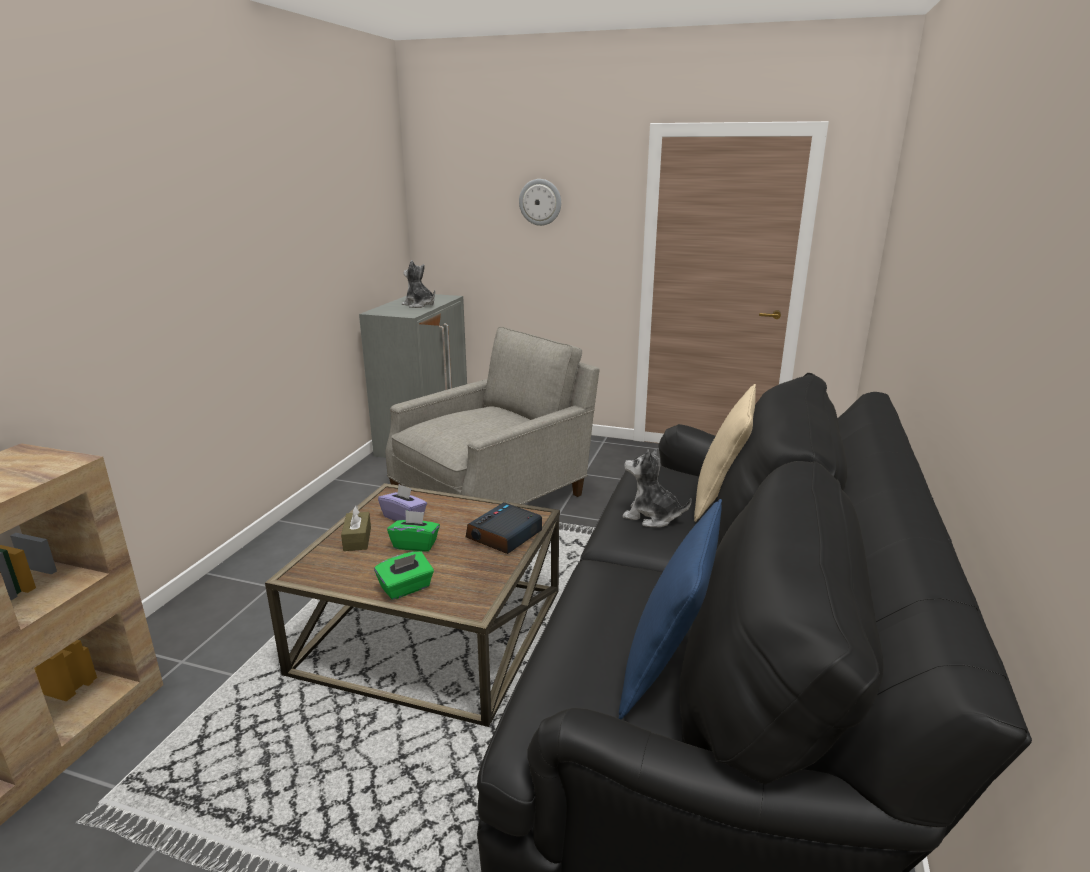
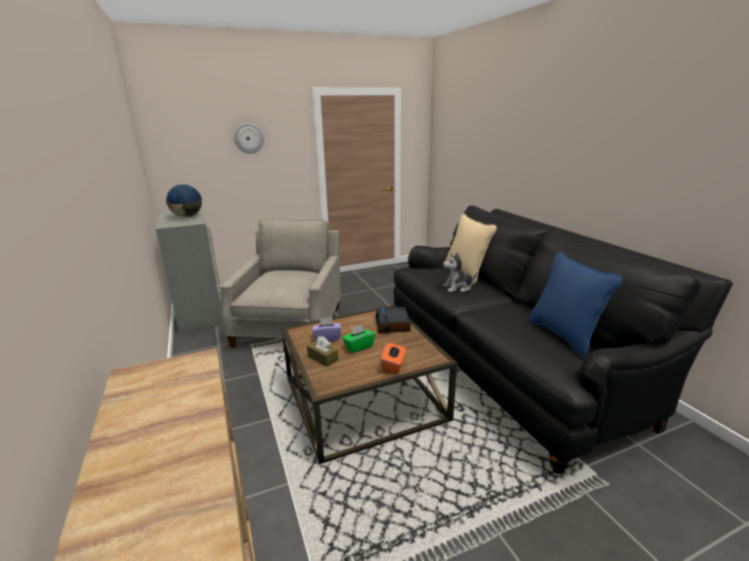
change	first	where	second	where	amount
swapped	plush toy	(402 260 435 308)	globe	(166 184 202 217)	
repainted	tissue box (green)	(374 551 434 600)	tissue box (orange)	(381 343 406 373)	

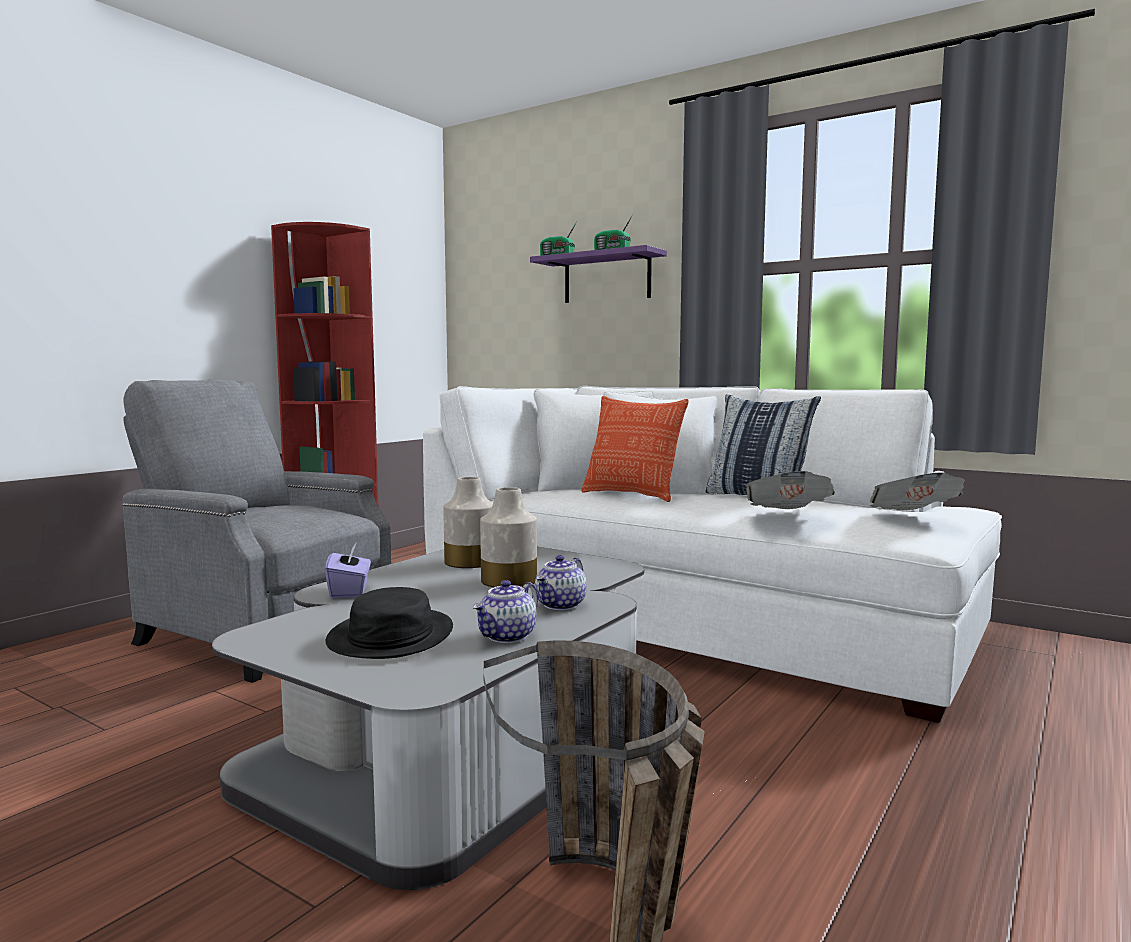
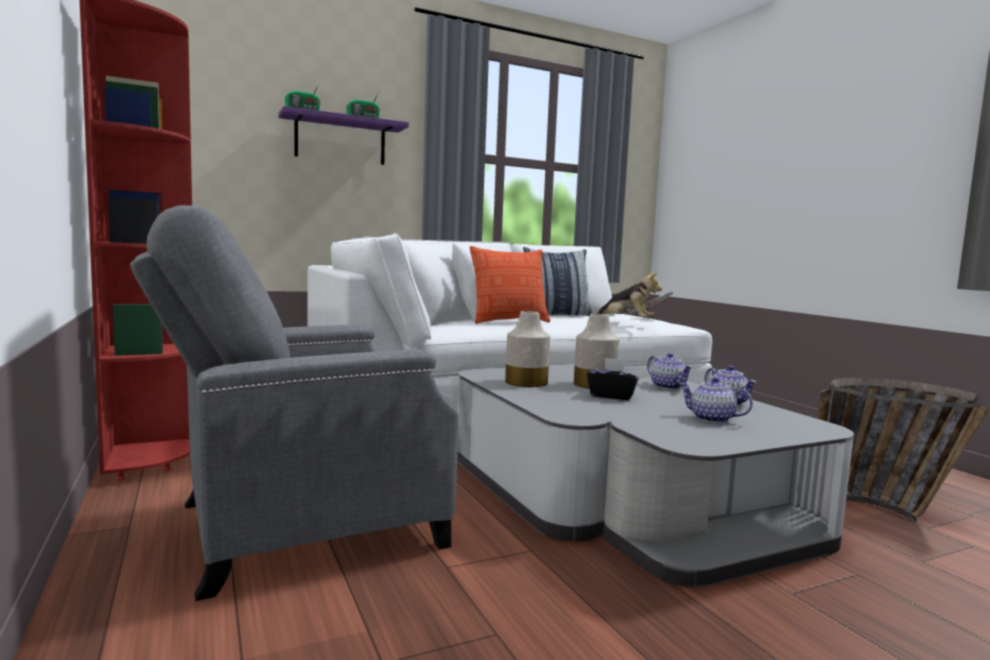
change	first	where	second	where	amount
swapped	newspaper	(745 471 835 509)	plush toy	(596 271 662 317)	
gone	tissue box (purple)	(325 542 371 598)			
swapped	hat (black)	(325 587 453 659)	teapot	(679 377 753 423)	
new			tissue box (black)	(587 358 639 400)	

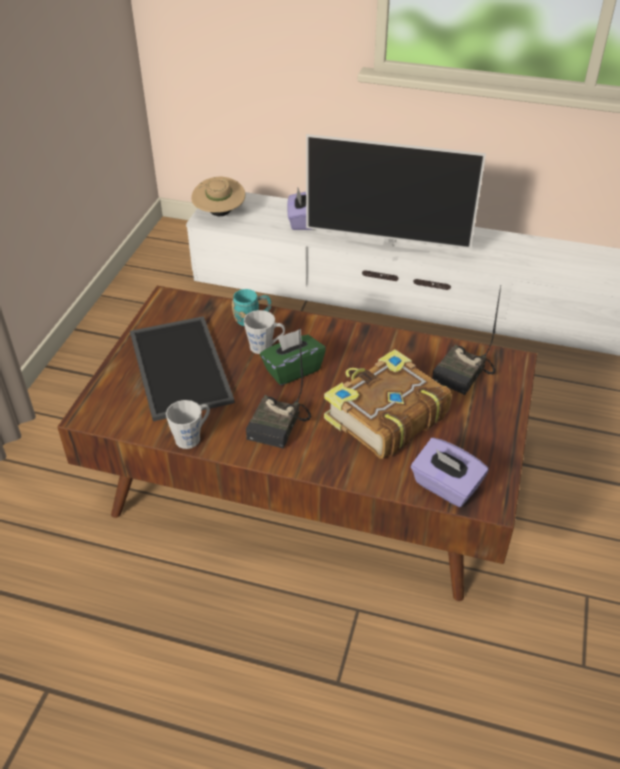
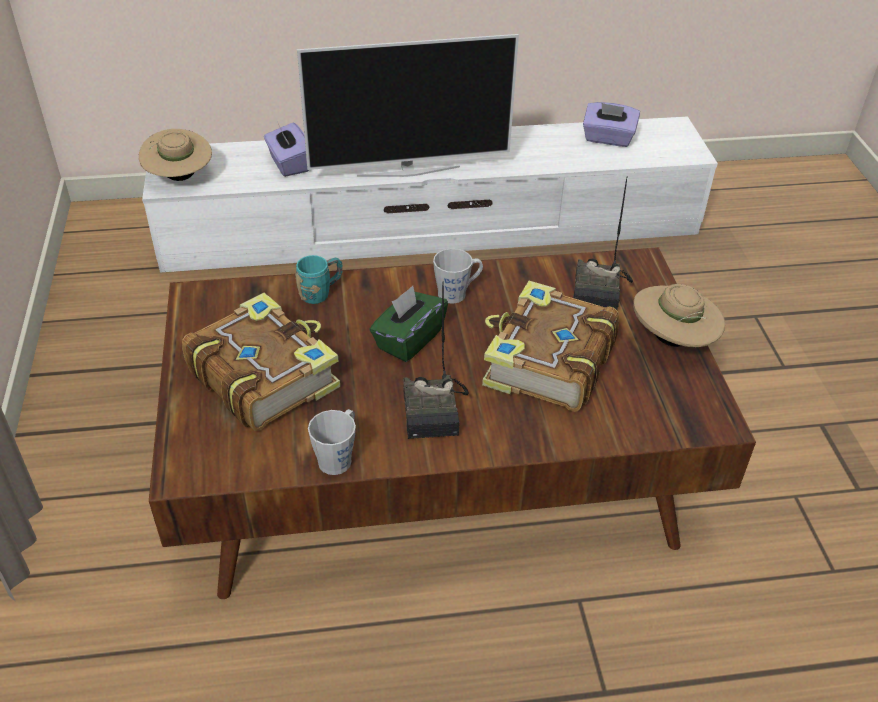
change	first	where	second	where	amount
shifted	mug (grey)	(244 310 285 354)		(433 248 483 304)	
swapped	tray	(130 316 235 421)	book	(182 293 340 431)	
shifted	tissue box (purple)	(411 438 488 507)		(583 102 640 147)	
new			hat (beige)	(633 284 725 347)	

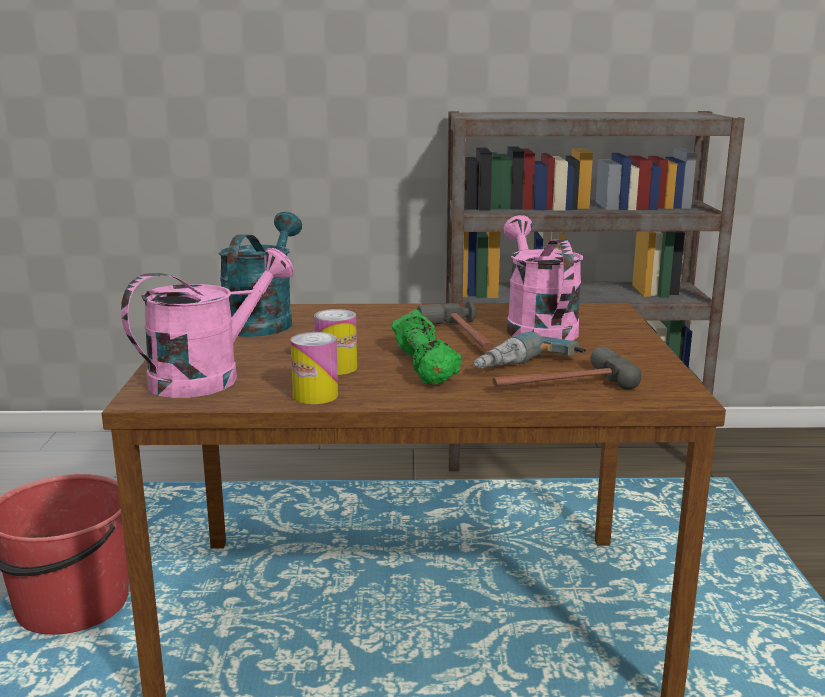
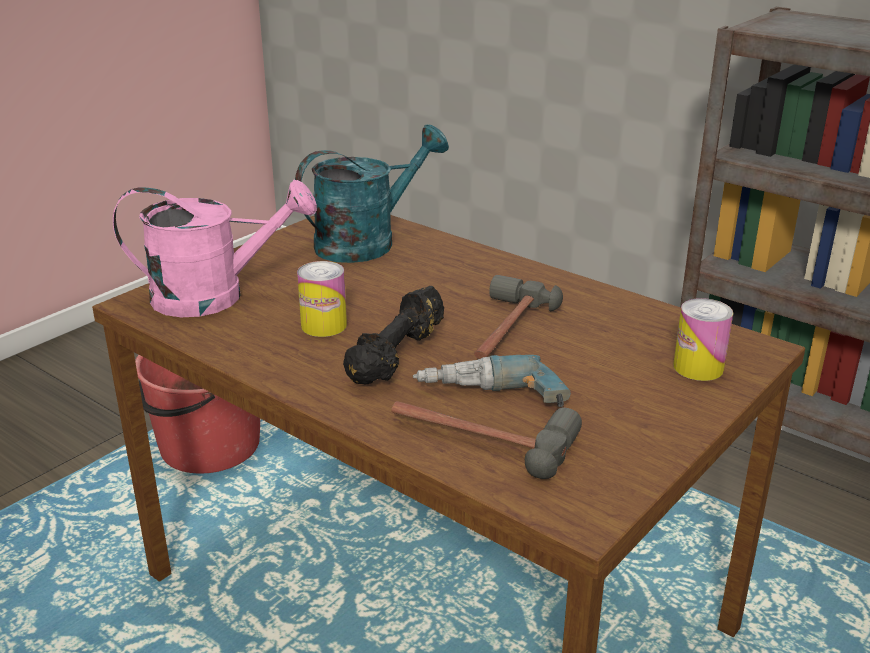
change	first	where	second	where	amount
gone	watering can (pink)	(503 215 583 341)			
repainted	dumbbell (green)	(392 310 462 385)	dumbbell (black)	(343 286 444 385)	
shifted	can	(290 332 338 404)		(673 298 733 381)	

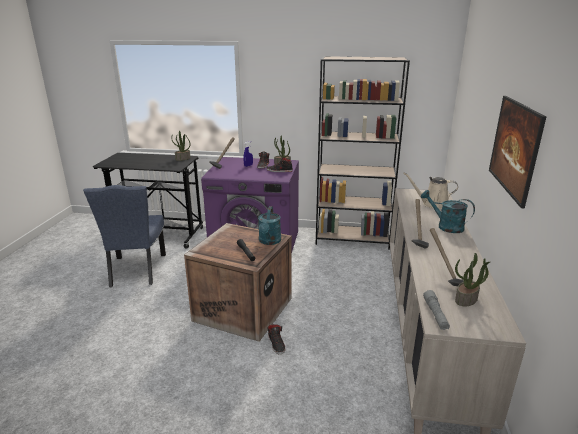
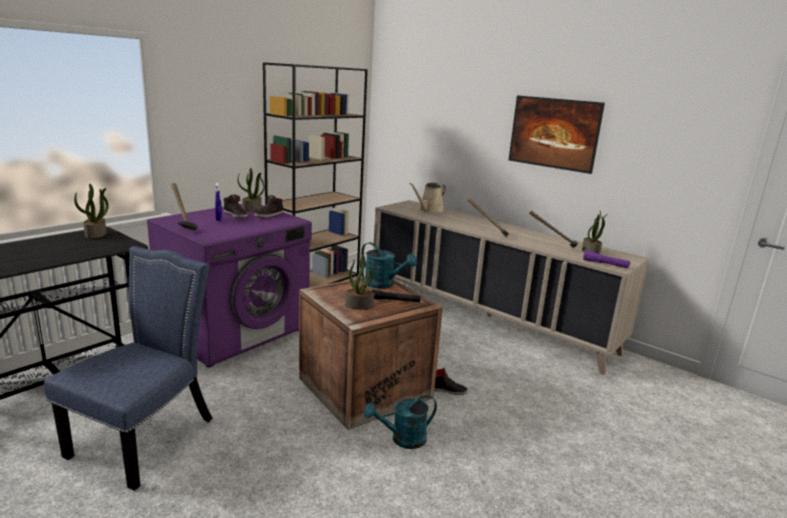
change	first	where	second	where	amount
rotated	chair (blue)	(83 185 166 287)		(44 246 213 491)	90 degrees counterclockwise
shifted	watering can (turquoise)	(421 190 475 233)		(364 395 437 449)	
repainted	flashlight (grey)	(423 290 450 330)	flashlight (purple)	(583 251 630 268)	
new			potted plant	(345 255 374 310)	

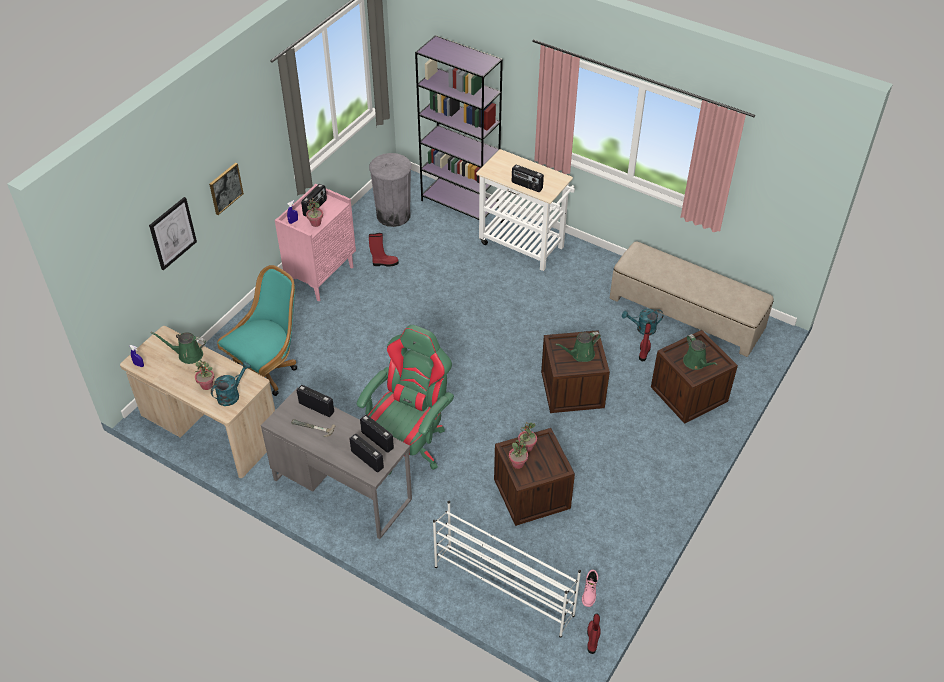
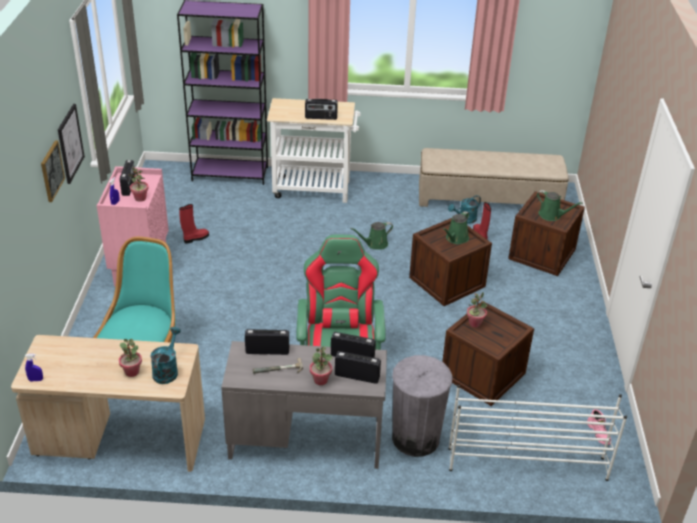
change	first	where	second	where	amount
shifted	trash can (grey)	(369 153 411 227)		(392 355 453 457)	
shifted	picture	(149 197 197 270)		(58 104 85 184)	
shifted	watering can (green)	(151 332 206 364)		(351 222 393 250)	
shifted	potted plant	(509 440 528 469)		(310 346 333 385)	
gone	boot (red)	(587 613 601 654)			

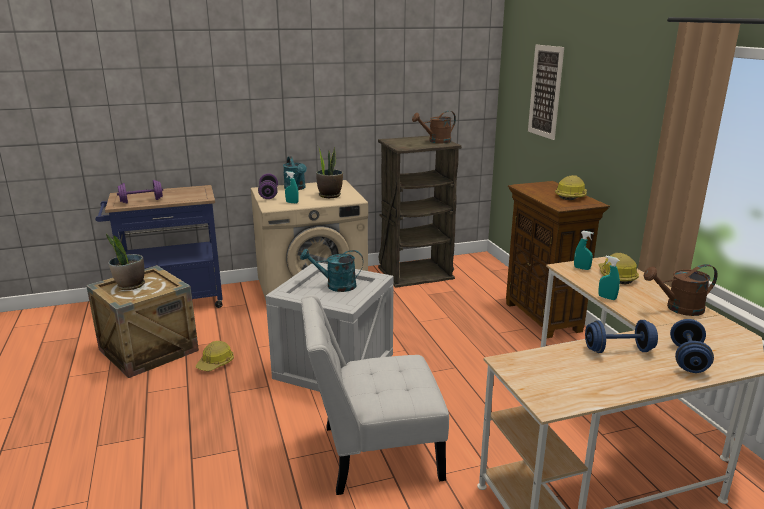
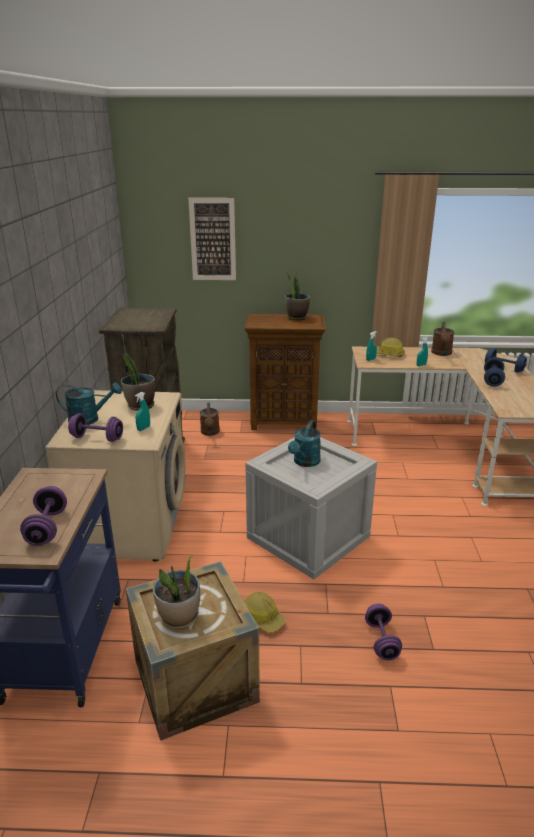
change	first	where	second	where	amount
shifted	watering can (brown)	(412 111 456 143)		(200 403 220 436)	
swapped	hard hat	(555 175 587 200)	potted plant	(285 272 310 320)	
gone	chair (white)	(301 295 449 495)			
new			dumbbell (purple)	(365 604 402 660)	

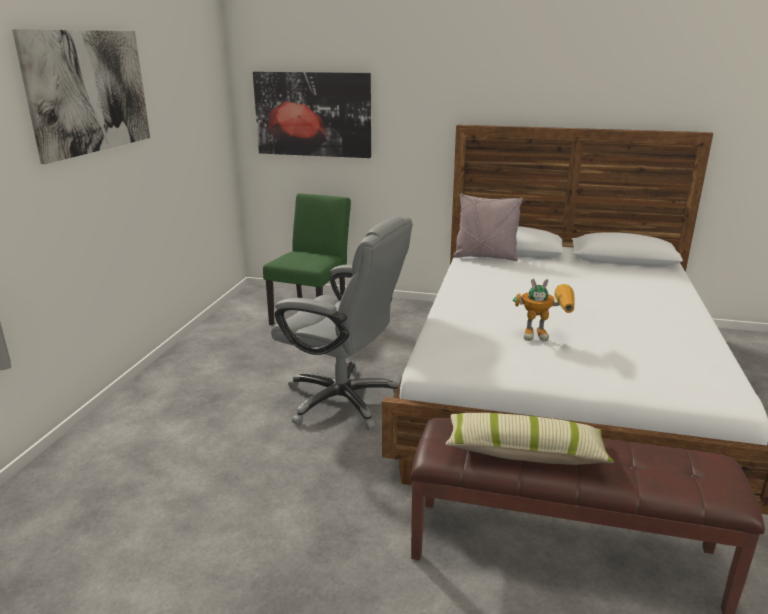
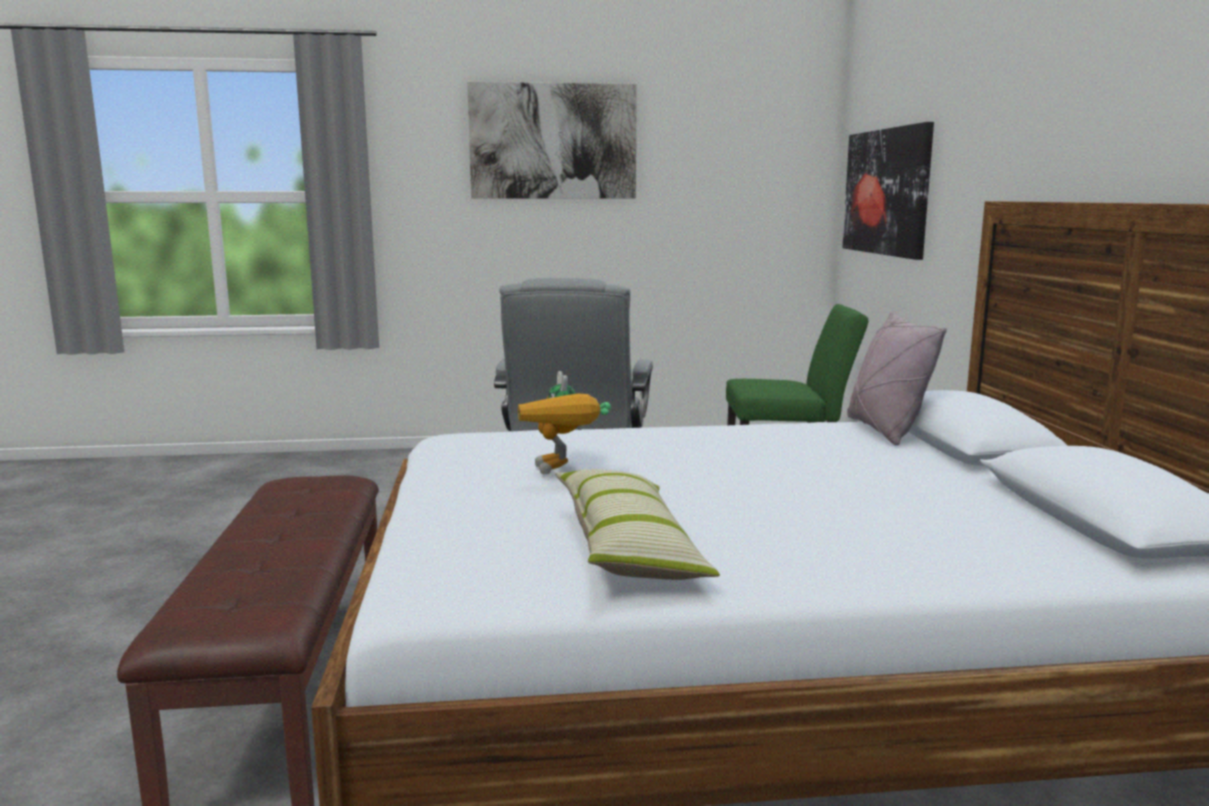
change	first	where	second	where	amount
shifted	pillow	(445 413 614 465)		(555 469 720 580)	

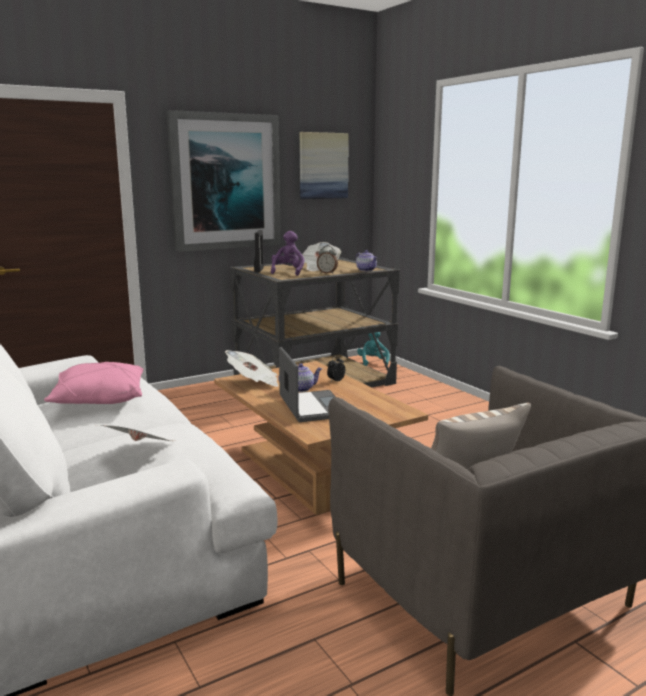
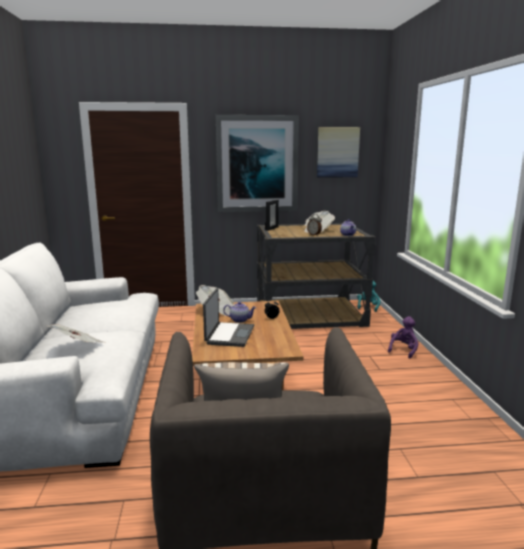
change	first	where	second	where	amount
shifted	plush toy (purple)	(271 231 305 276)		(388 316 419 358)	
gone	pillow (pink)	(44 362 144 404)			

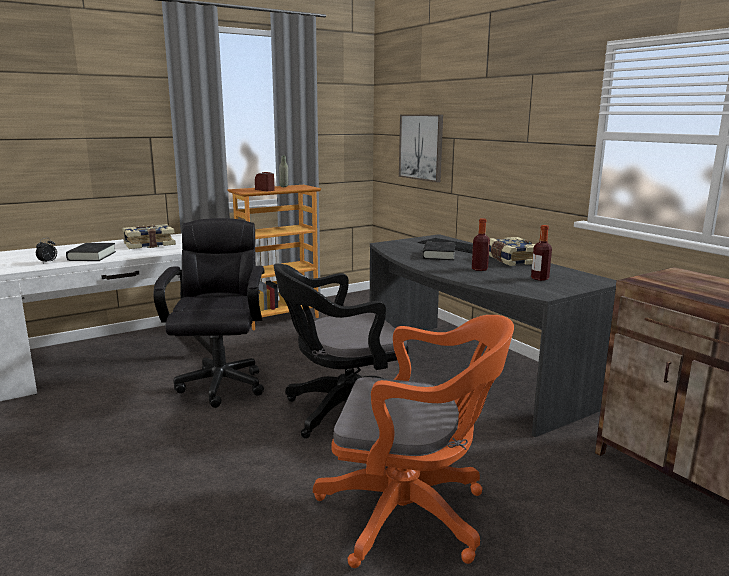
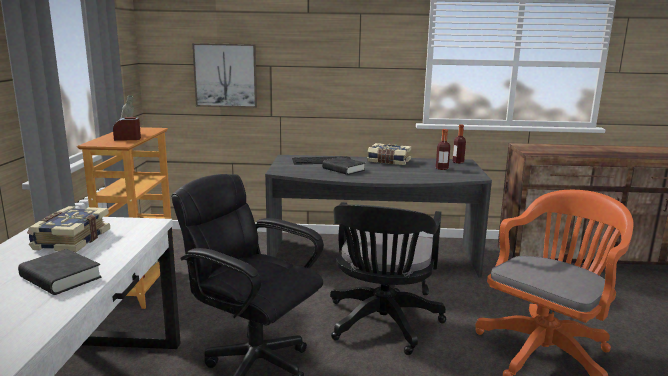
change	first	where	second	where	amount
shifted	bottle	(472 218 490 271)		(453 125 466 163)	
gone	alarm clock	(36 238 57 264)			

